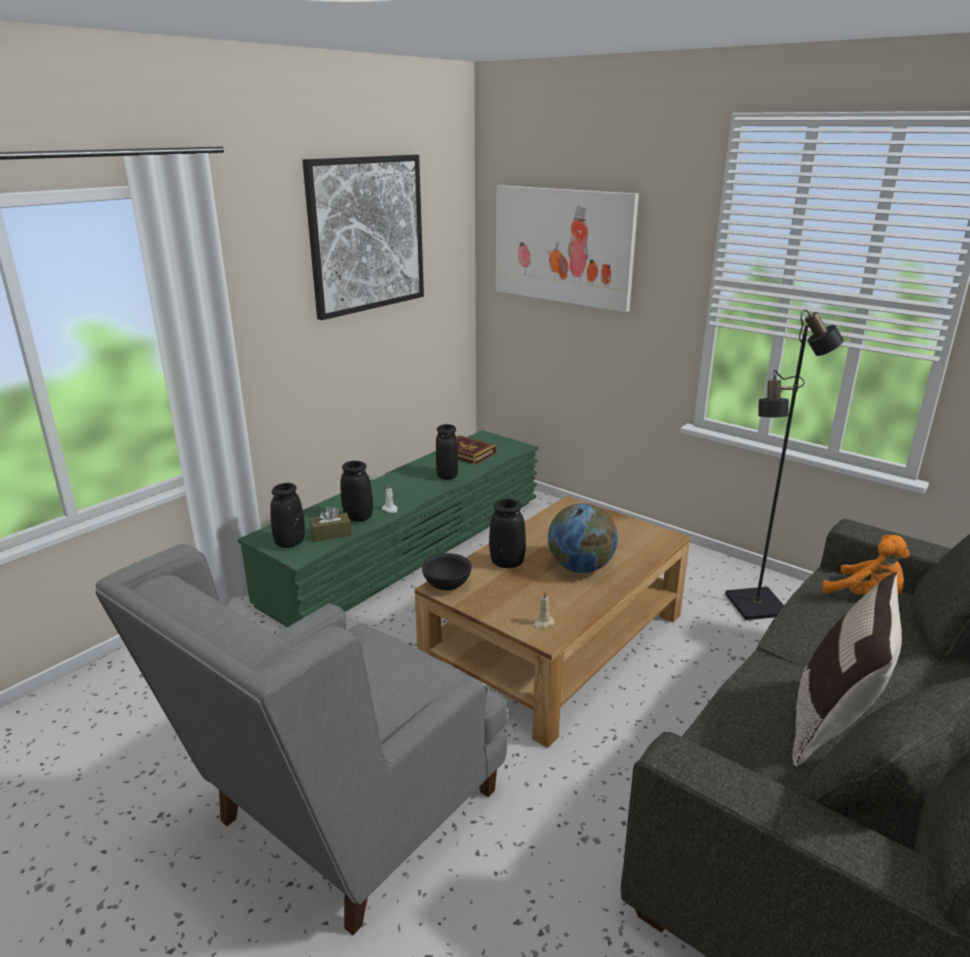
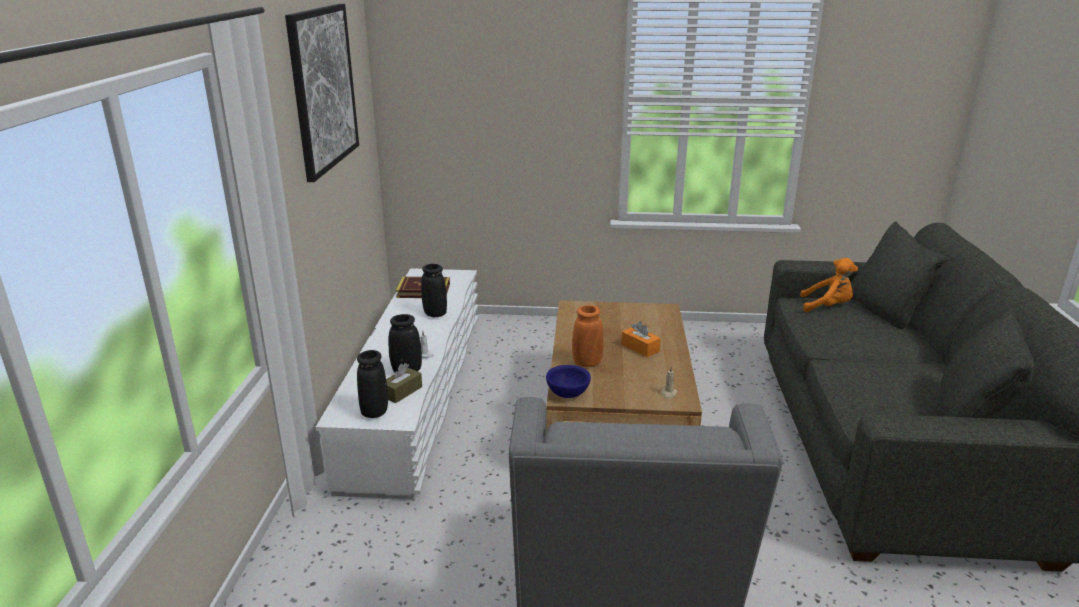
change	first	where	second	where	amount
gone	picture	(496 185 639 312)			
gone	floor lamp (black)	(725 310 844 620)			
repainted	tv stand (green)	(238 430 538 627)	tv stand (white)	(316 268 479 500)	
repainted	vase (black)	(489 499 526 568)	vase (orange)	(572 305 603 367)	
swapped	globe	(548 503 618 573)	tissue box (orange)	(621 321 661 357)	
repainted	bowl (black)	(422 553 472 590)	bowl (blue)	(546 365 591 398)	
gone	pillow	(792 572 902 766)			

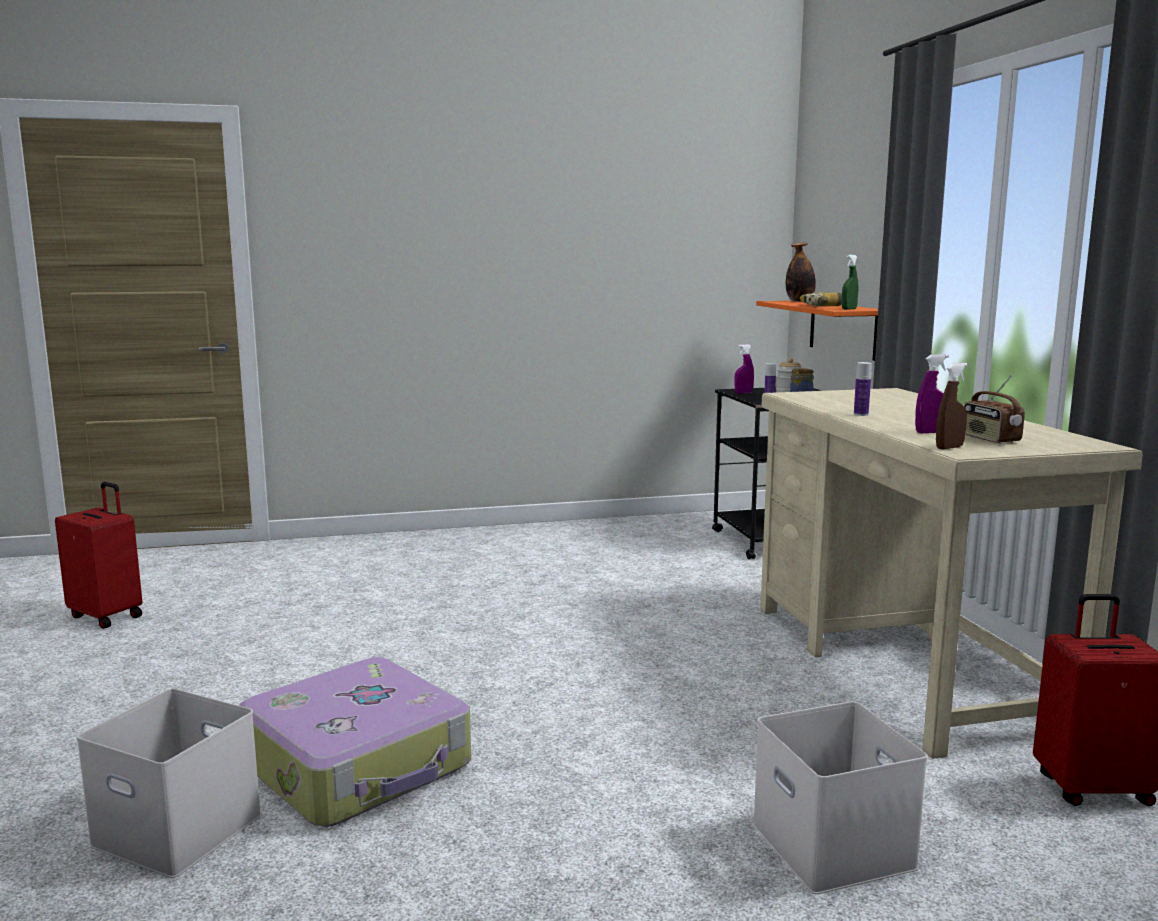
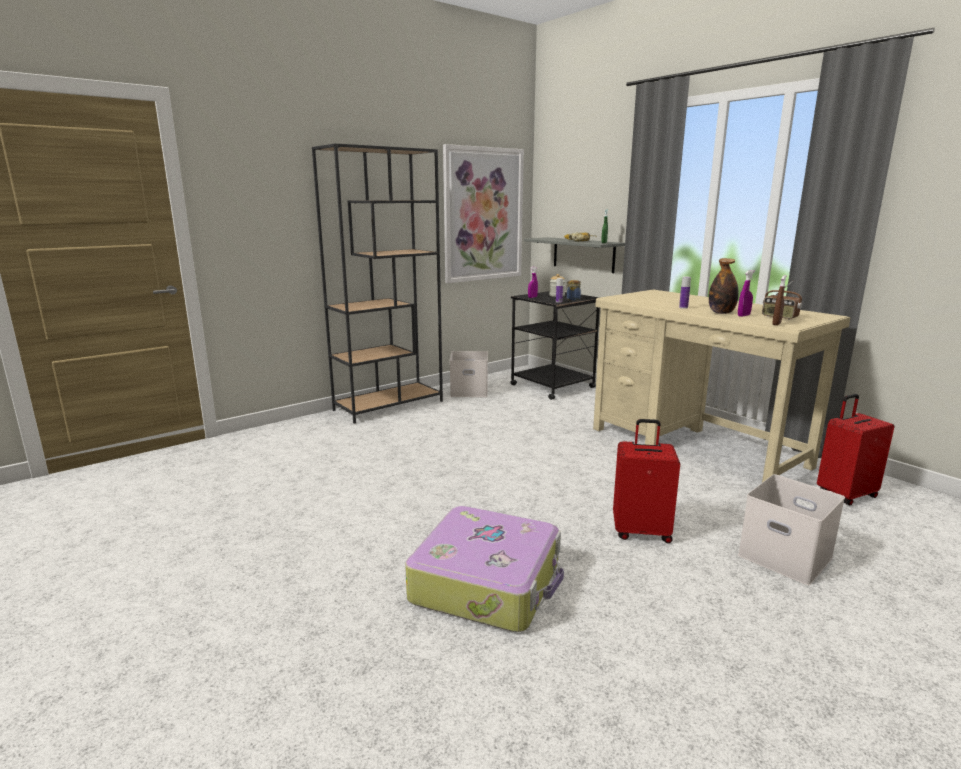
change	first	where	second	where	amount
shifted	bottle	(786 243 816 302)		(709 258 739 314)	
repainted	shelf (orange)	(756 301 878 361)	shelf (grey)	(524 237 625 273)	
shifted	suitcase (red)	(55 482 142 629)		(613 419 680 543)	
shifted	storage box (white)	(76 688 262 878)		(450 351 488 397)	
new			bookcase	(312 144 443 423)	
new			picture	(443 144 524 283)	

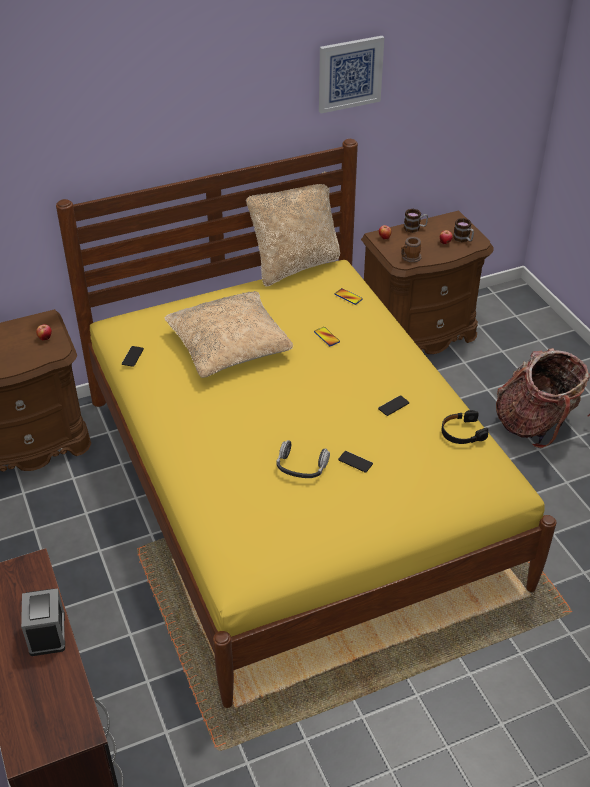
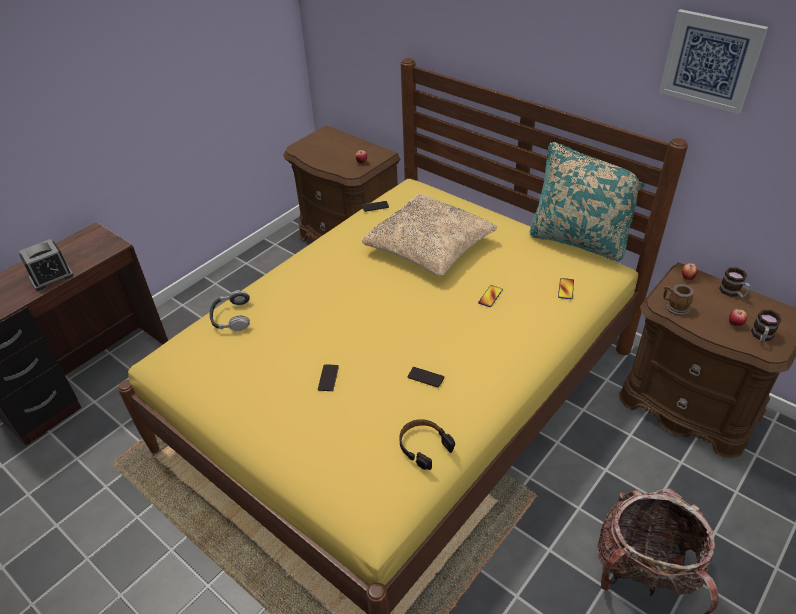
change	first	where	second	where	amount
repainted	pillow (beige)	(246 171 340 286)	pillow (turquoise)	(530 142 651 261)	
shifted	headphones	(276 440 330 478)		(210 290 250 331)	

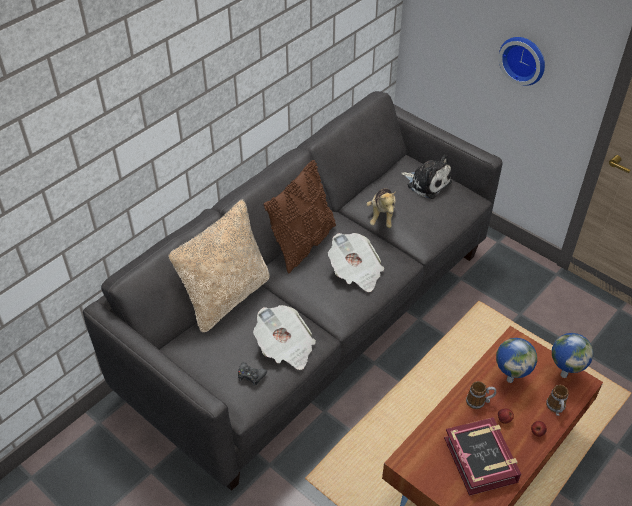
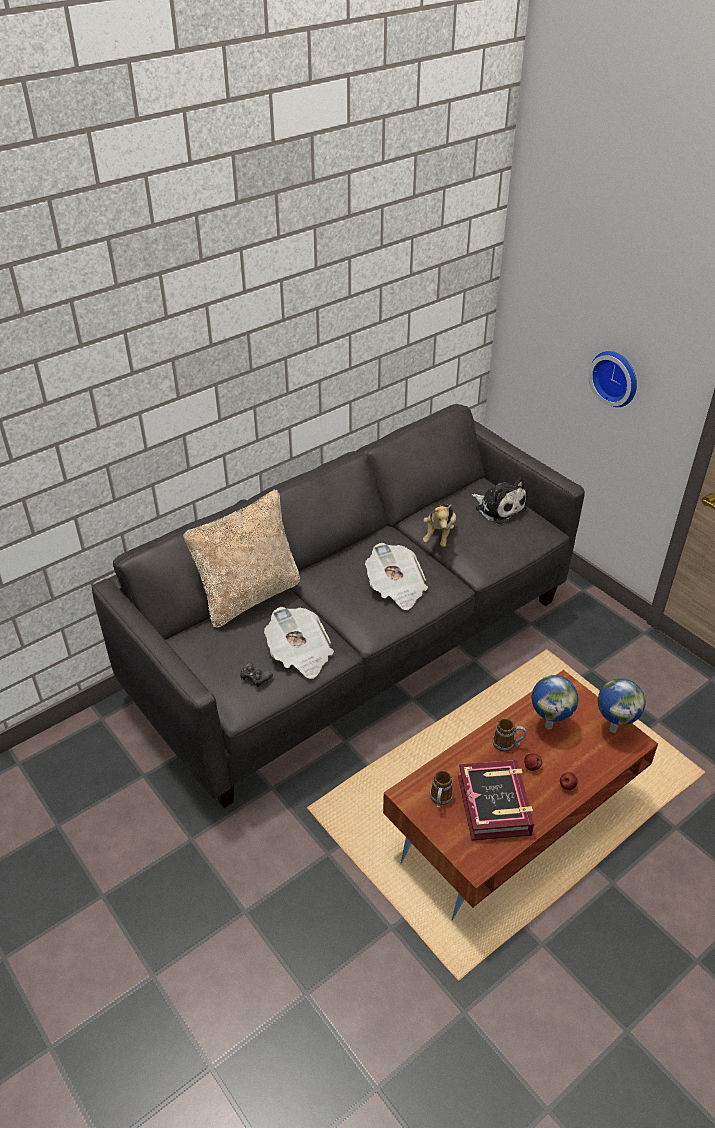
change	first	where	second	where	amount
gone	pillow (brown)	(263 160 336 274)			
shifted	mug	(546 385 569 416)		(430 771 453 808)	

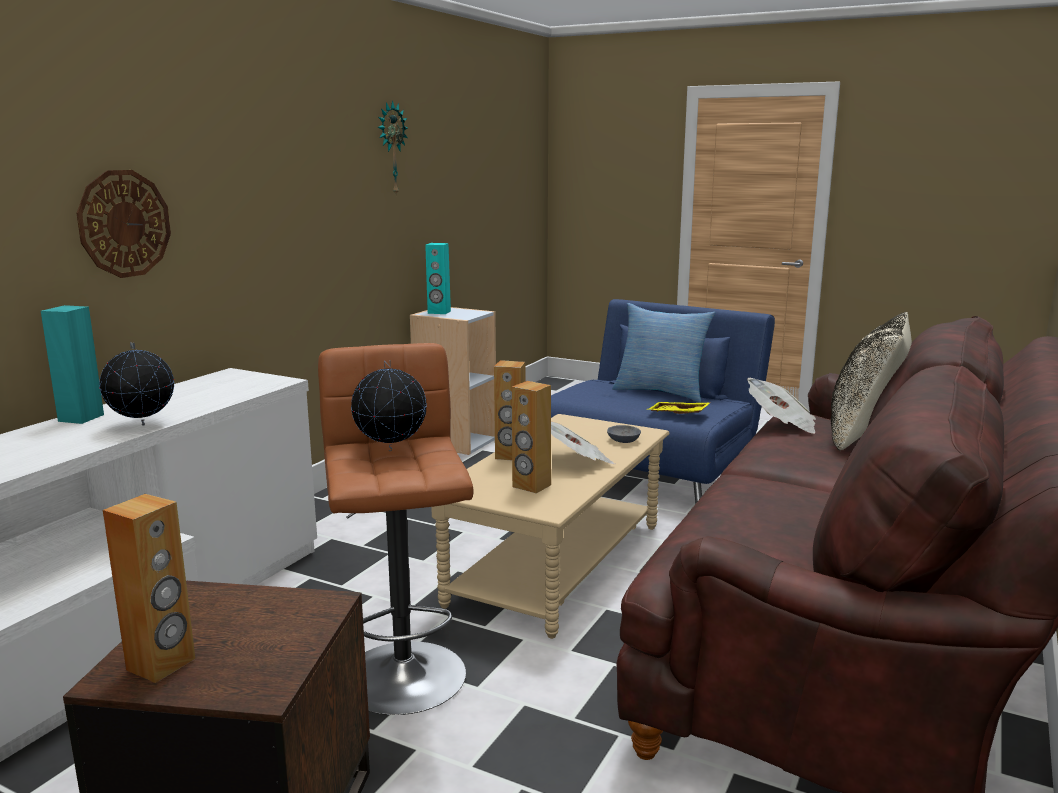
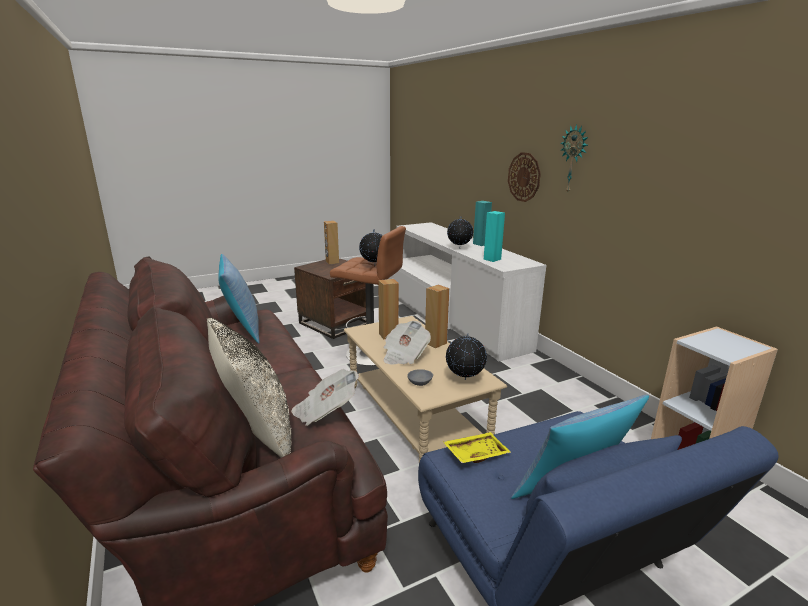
change	first	where	second	where	amount
shifted	wall clock	(378 101 408 195)		(560 124 588 194)	
shifted	speaker (turquoise)	(425 243 451 314)		(484 211 505 262)	
new			pillow	(218 254 260 344)	
new			globe	(446 333 487 380)	

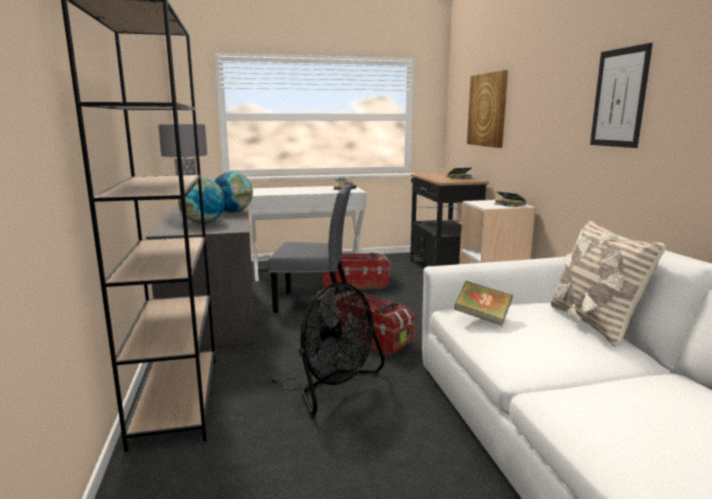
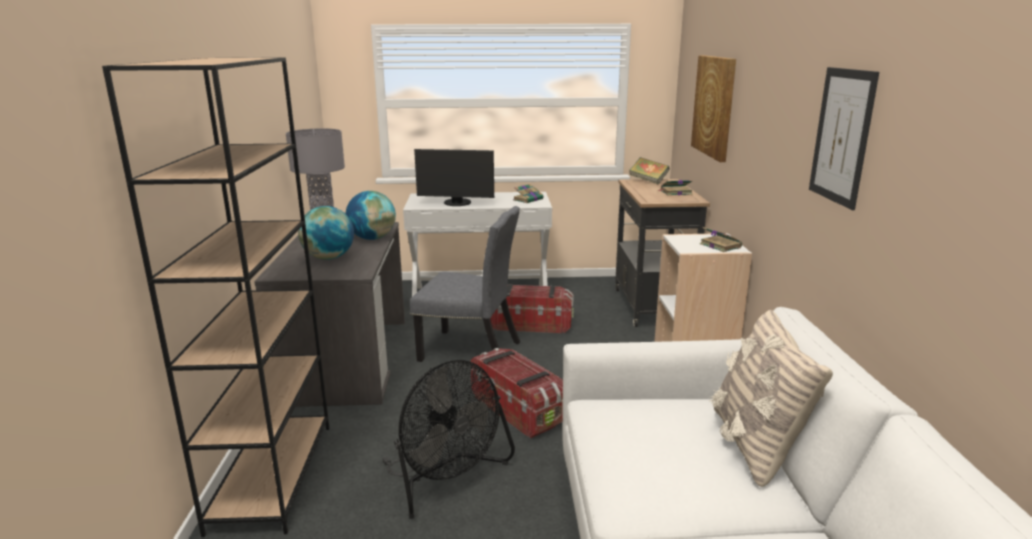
change	first	where	second	where	amount
shifted	book	(454 281 513 326)		(629 157 669 184)	
new			monitor	(414 149 494 206)	

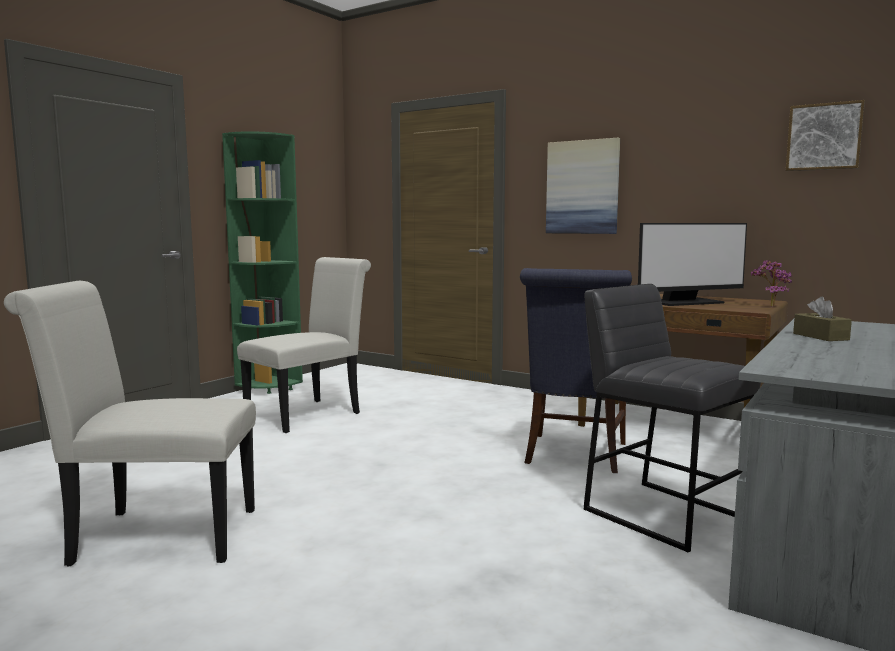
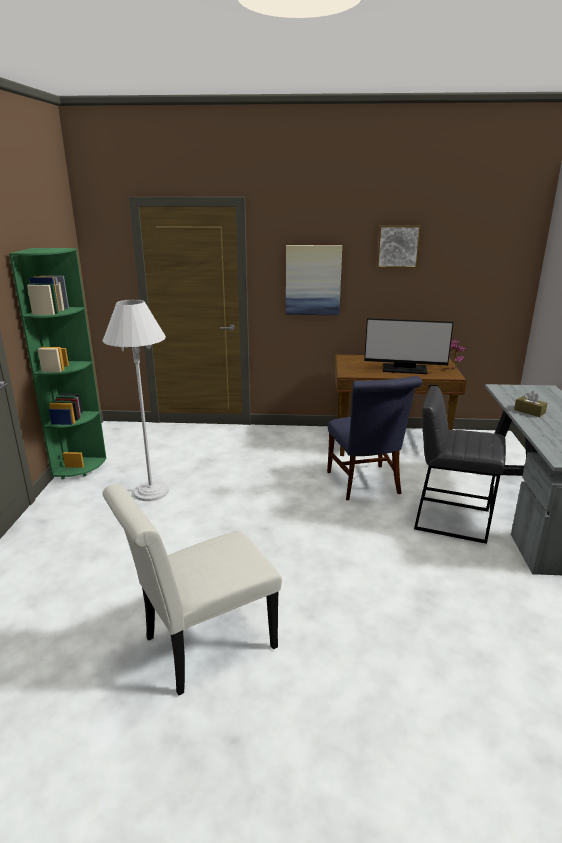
change	first	where	second	where	amount
shifted	picture	(786 100 865 171)		(376 225 421 268)	
rotated	monitor	(638 223 747 306)		(364 318 454 374)	60 degrees clockwise
swapped	chair (white)	(237 257 371 433)	floor lamp (white)	(103 299 169 501)	

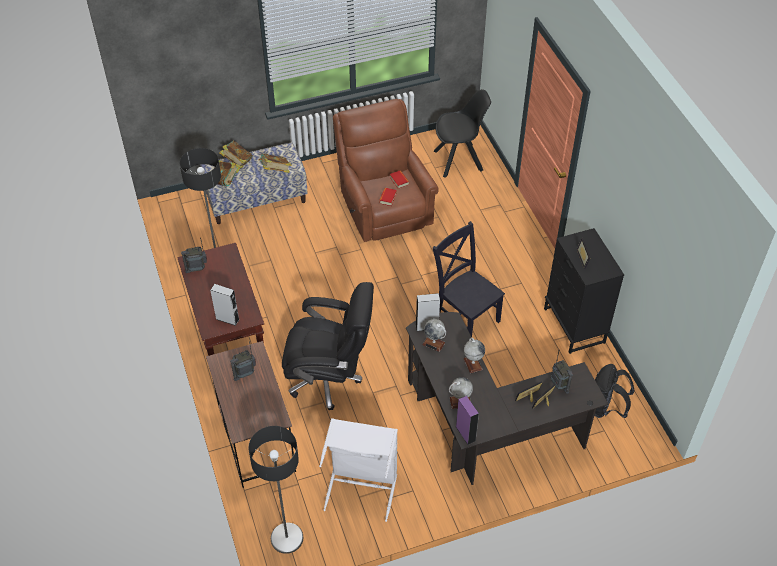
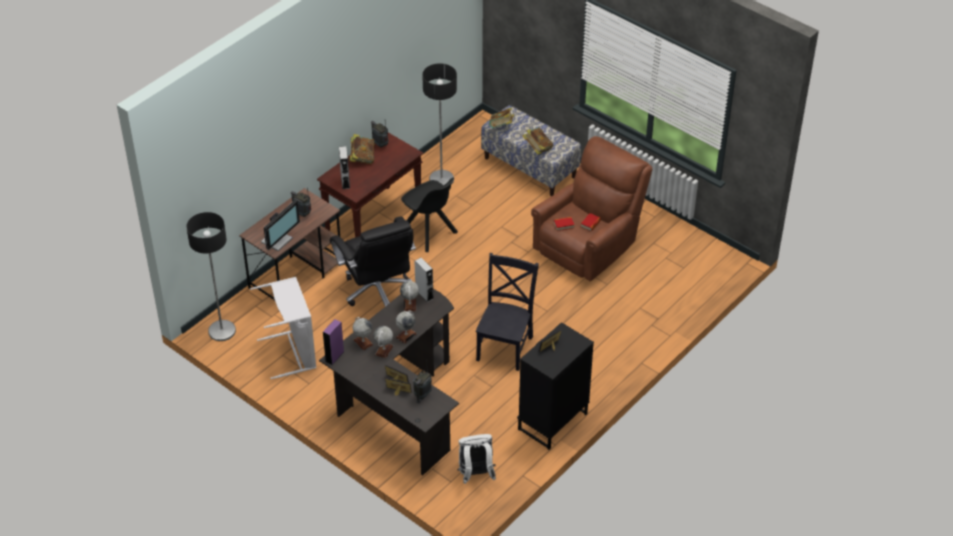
change	first	where	second	where	amount
shifted	chair (black)	(433 89 491 178)		(401 178 458 252)	
shifted	book	(219 141 253 169)		(350 134 375 164)	
repainted	backpack (black)	(594 364 634 418)	backpack (white)	(457 434 496 484)	
new			monitor	(261 200 300 251)	
new			globe	(373 326 393 358)	

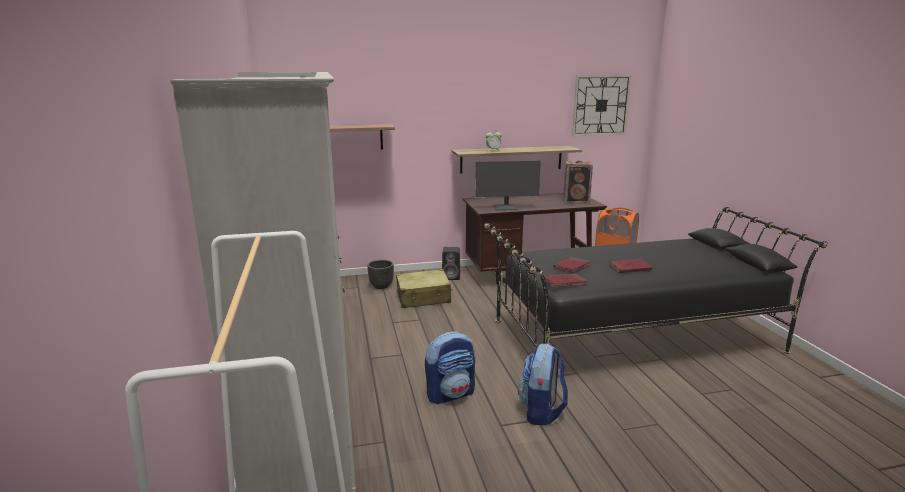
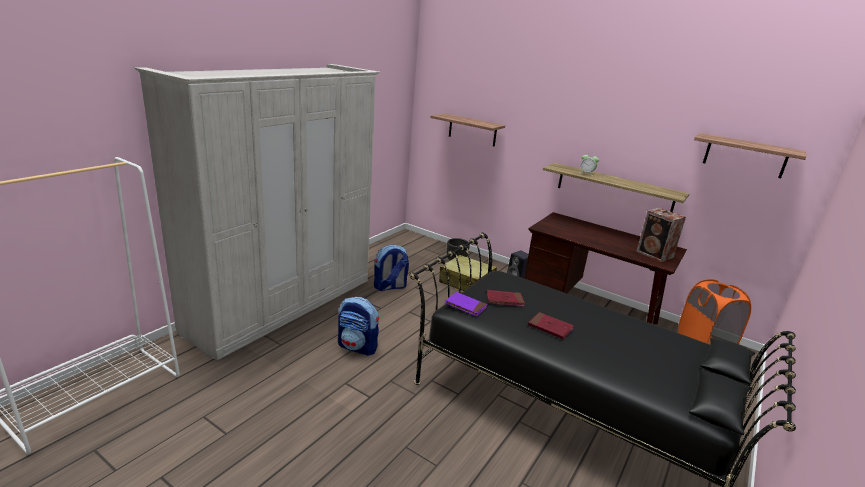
change	first	where	second	where	amount
swapped	wall clock	(572 75 632 136)	shelf	(694 133 806 178)	
gone	monitor	(475 161 541 210)			
repainted	book (red)	(544 273 588 287)	book (purple)	(445 292 488 317)	
shifted	backpack	(518 343 568 425)		(374 245 409 291)	

